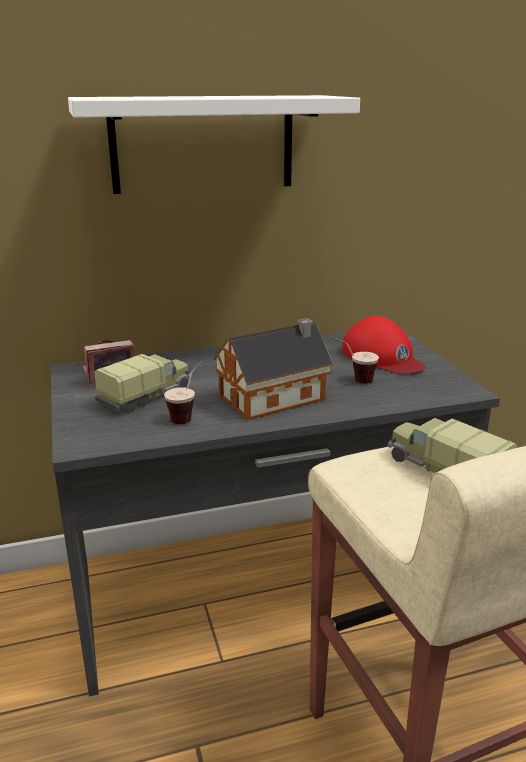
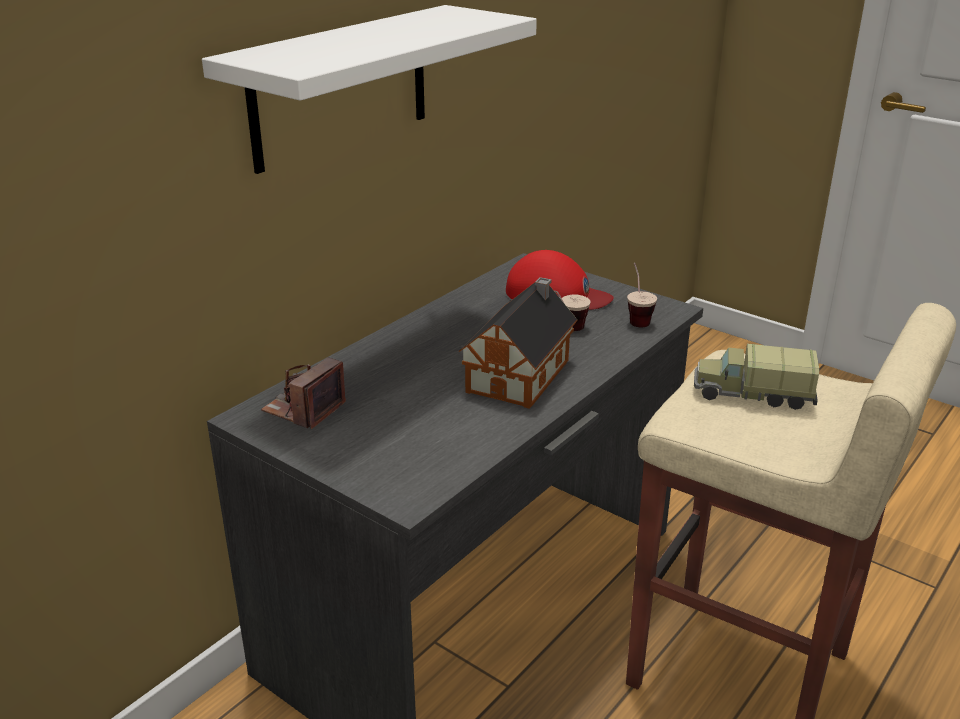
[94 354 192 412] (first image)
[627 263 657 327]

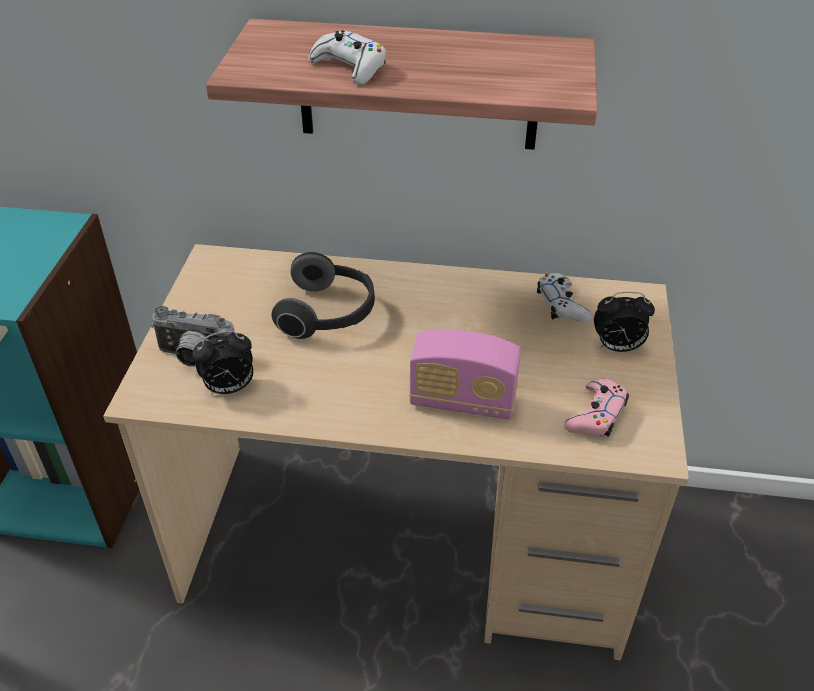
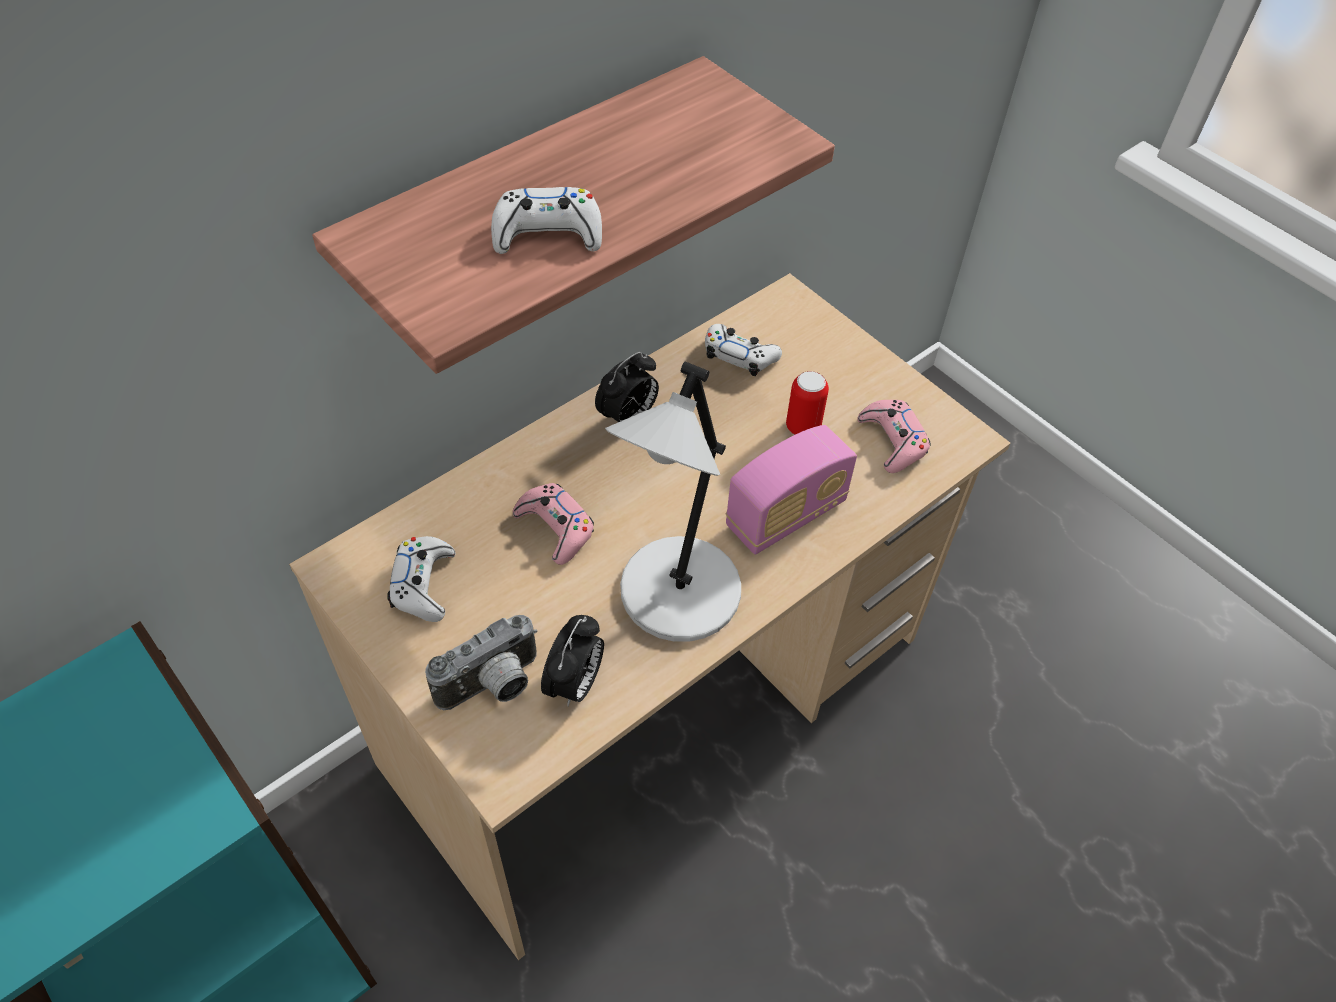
[513 483 594 565]
[595 352 659 423]
[387 536 456 622]
[605 362 741 642]
[786 371 829 435]

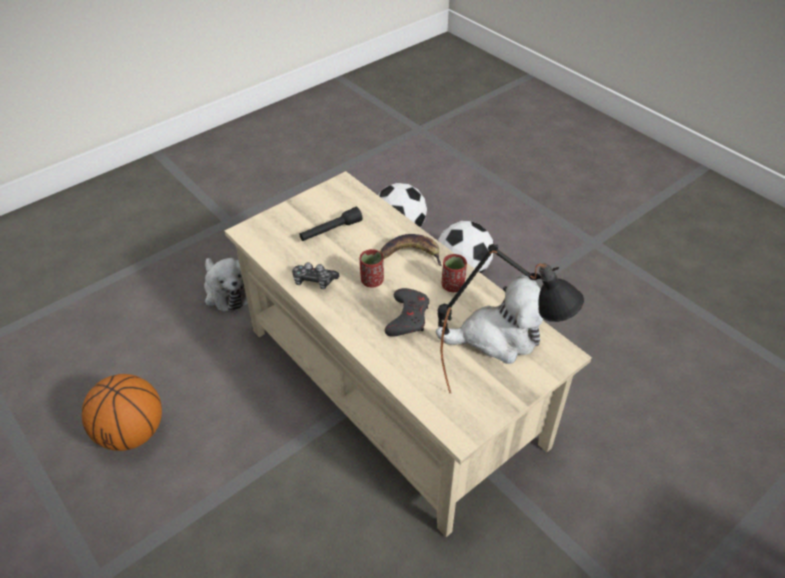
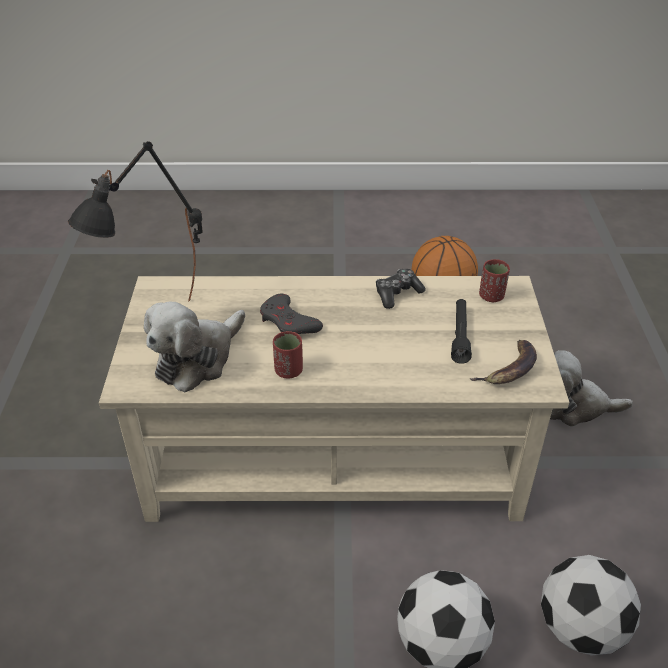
[479 259 510 302]
[469 340 537 384]

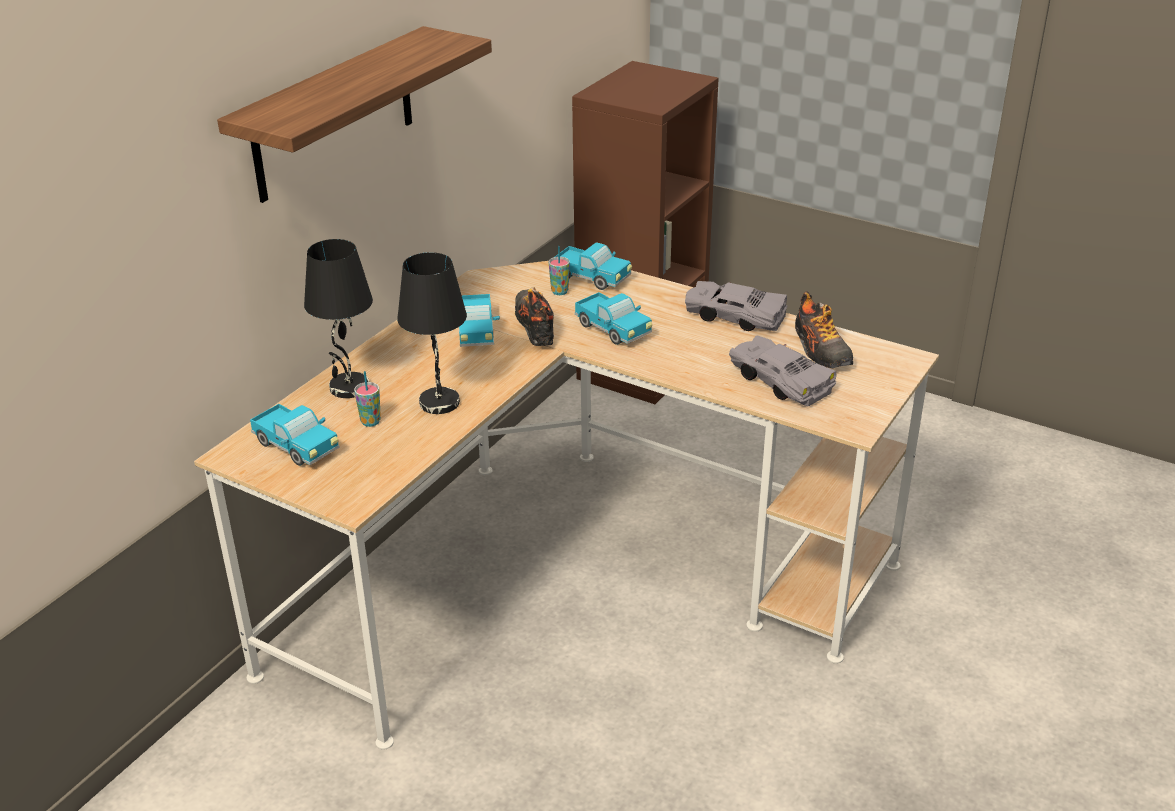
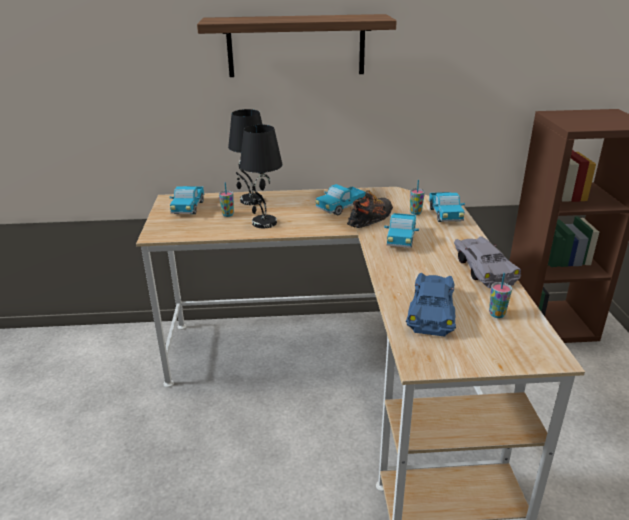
[406 273 456 337]
[489 273 512 318]

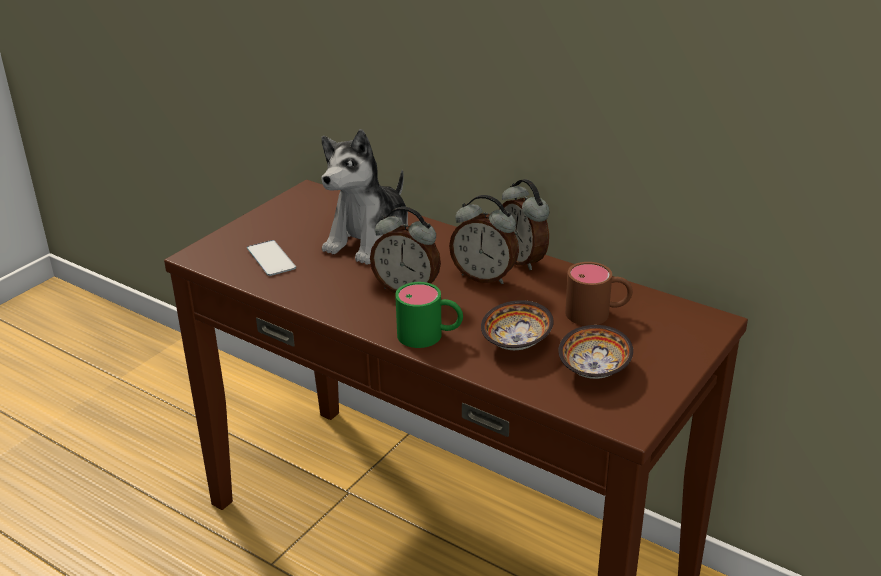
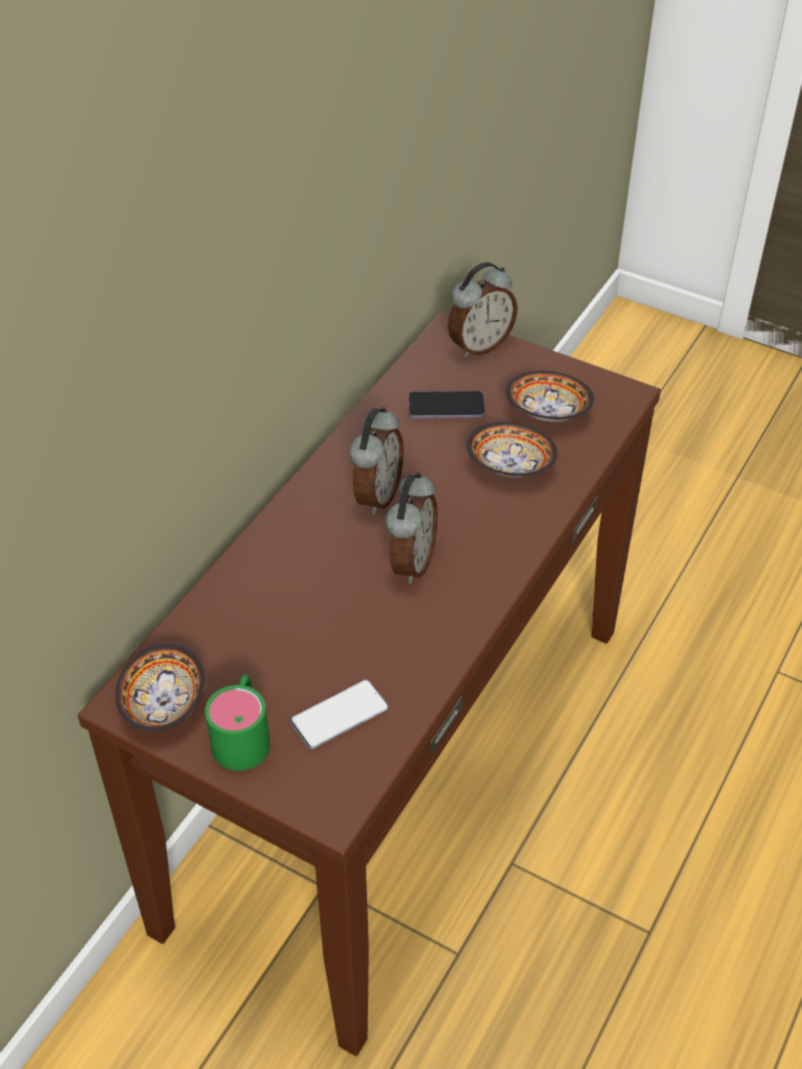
[322 129 408 265] (first image)
[205 675 270 771]
[448 262 518 358]
[408 391 485 418]
[115 644 205 732]

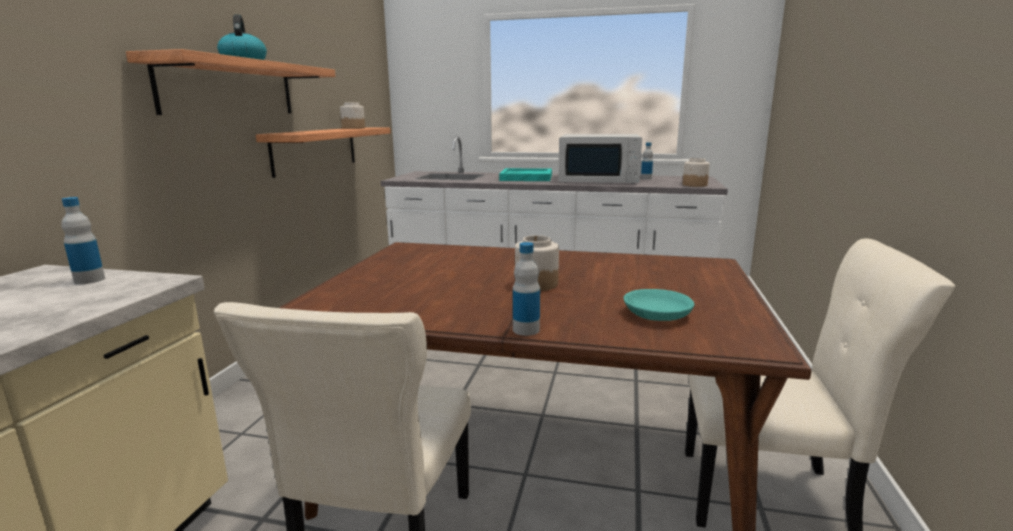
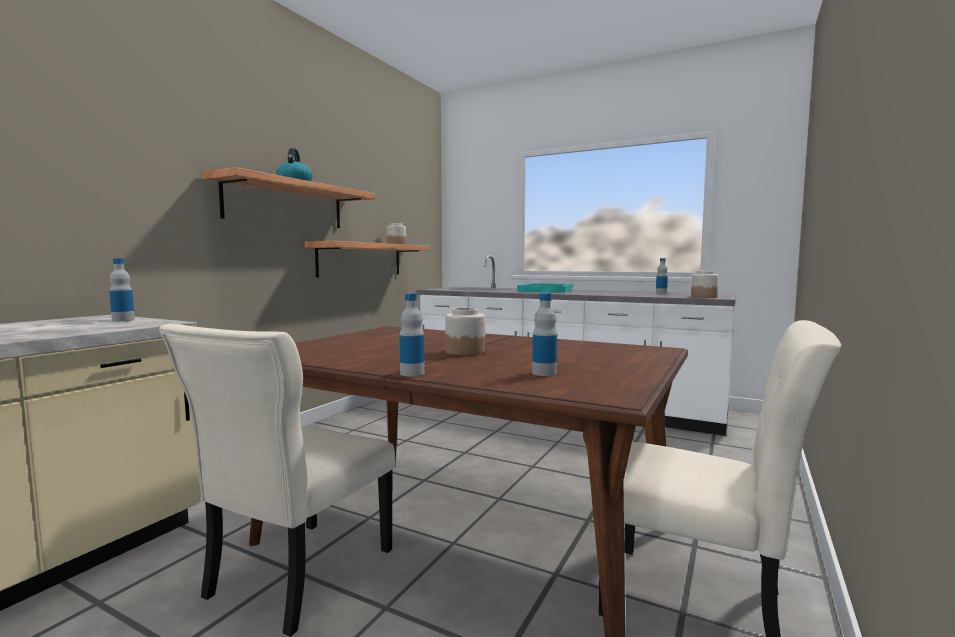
[558 134 642 184] (first image)
[532 293 557 376]

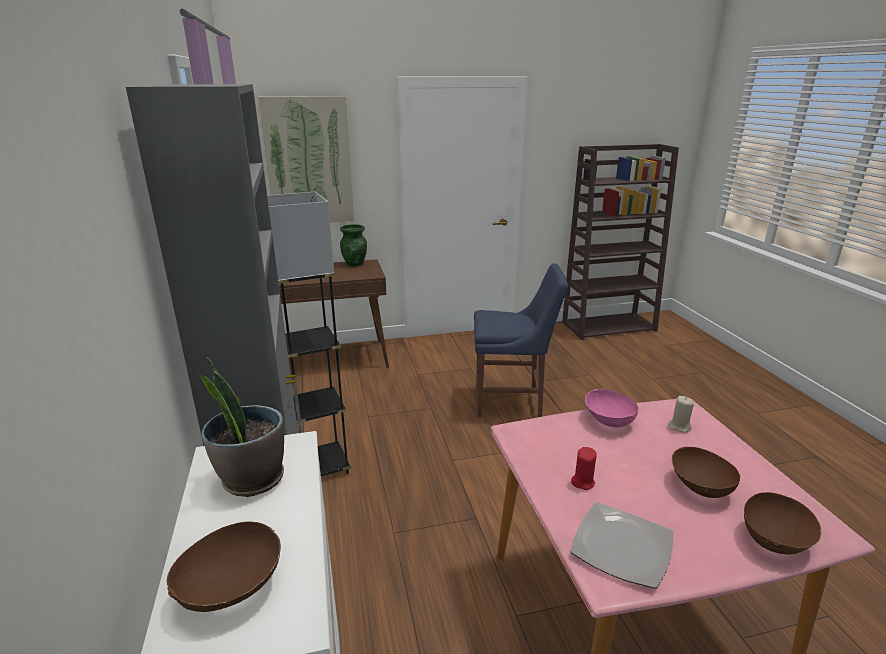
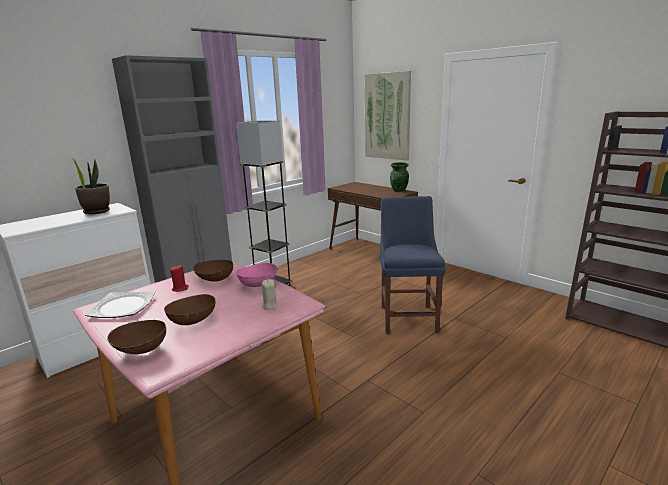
[193 260 233 282]
[380 196 446 334]

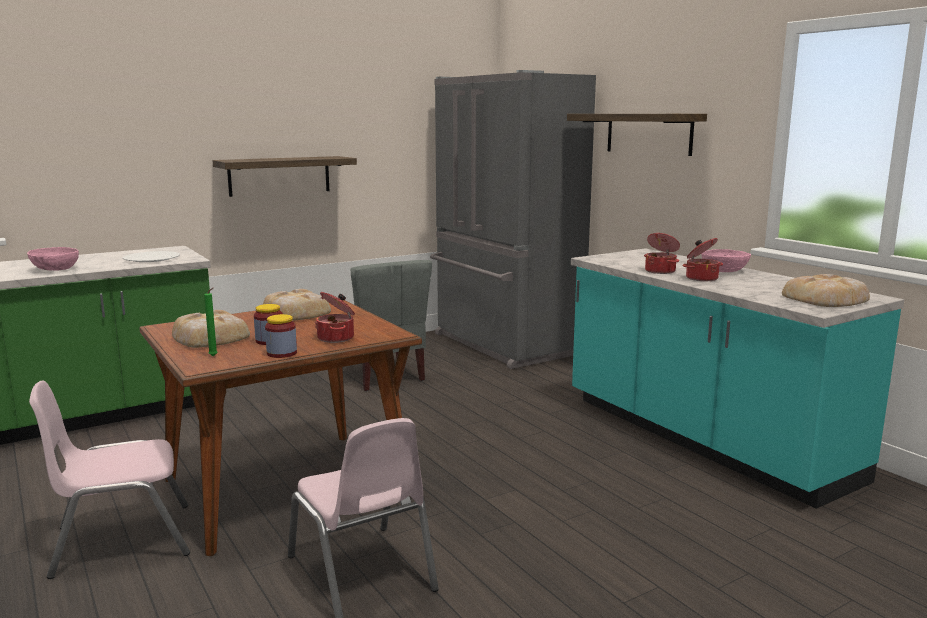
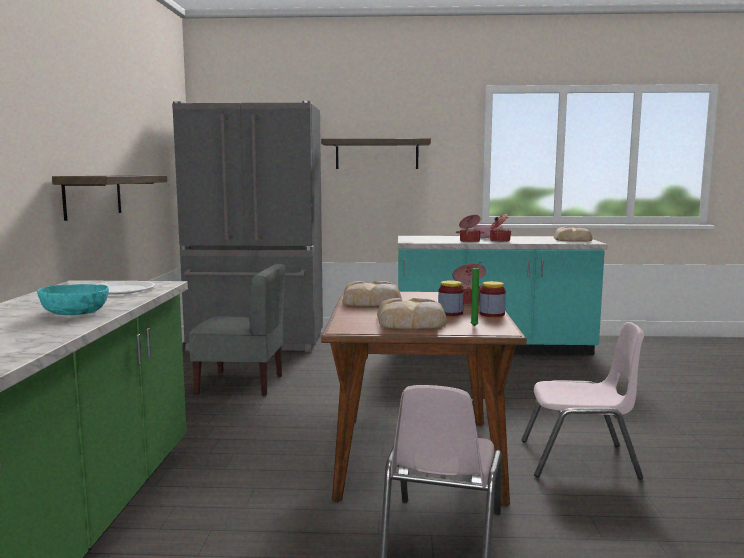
[37 284 109 315]

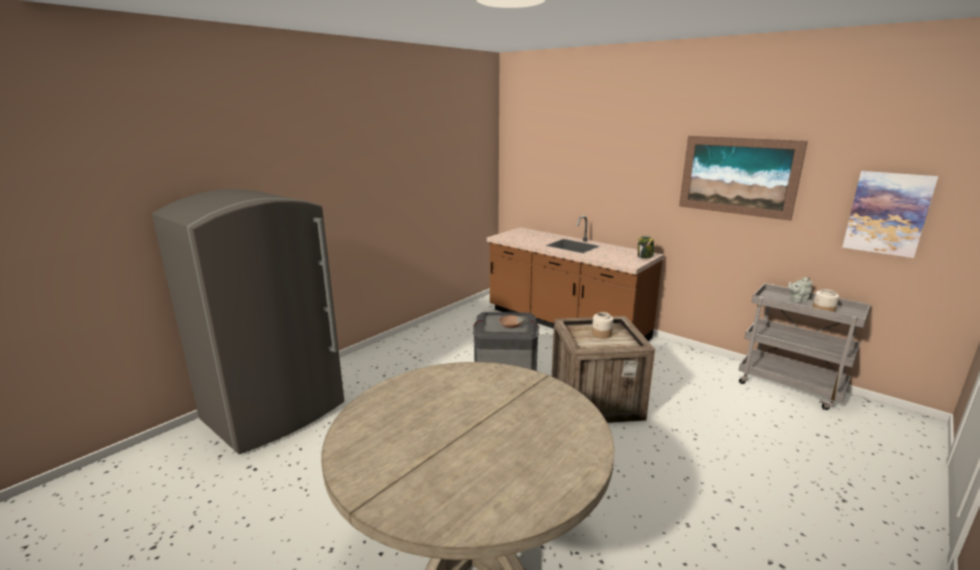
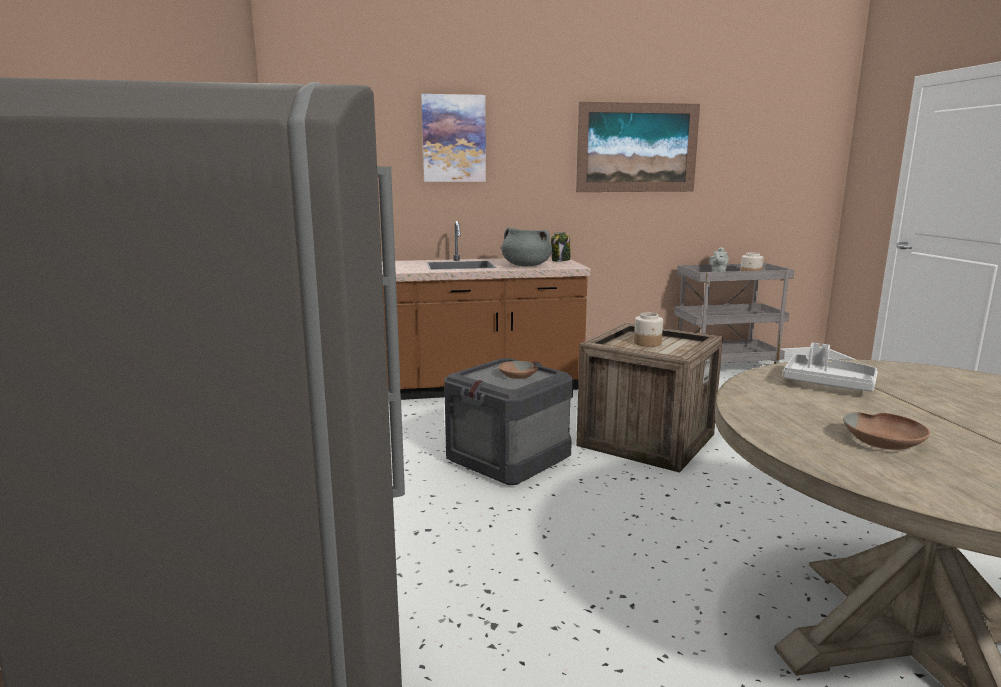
[421 94 486 182]
[501 227 552 267]
[783 343 878 392]
[843 412 930 450]

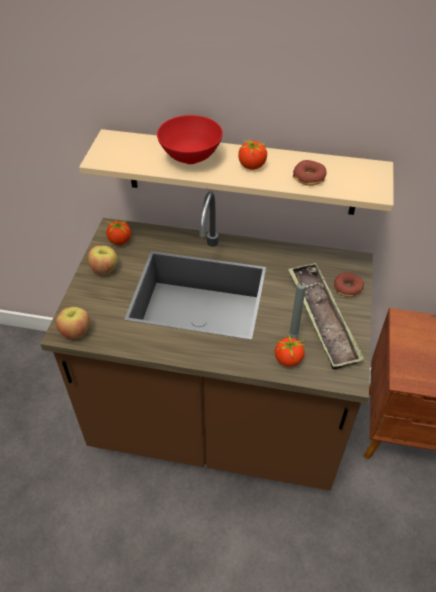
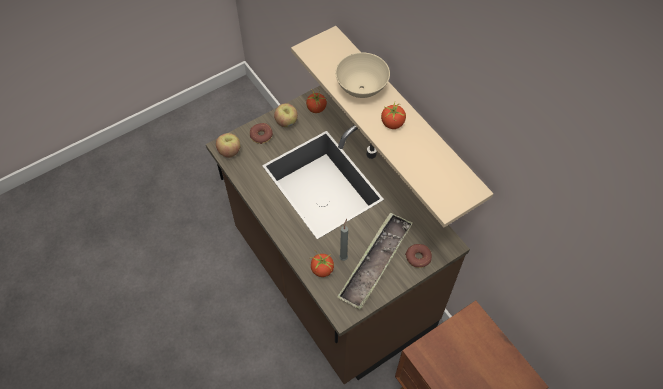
[335 52 390 98]
[250 123 273 144]

